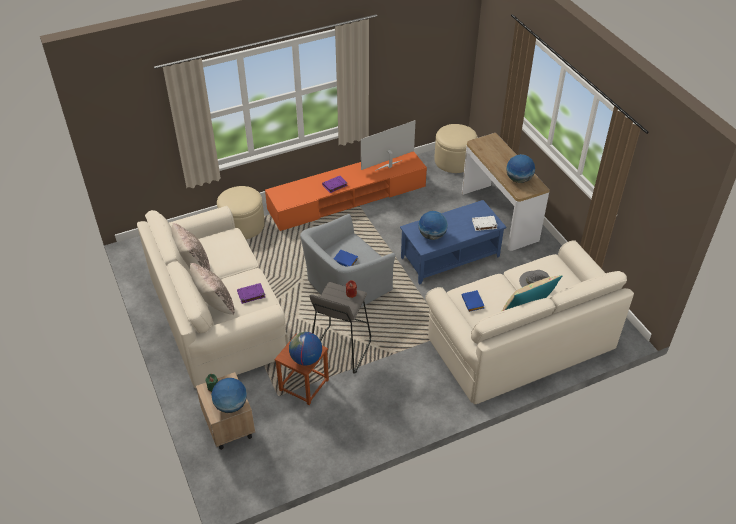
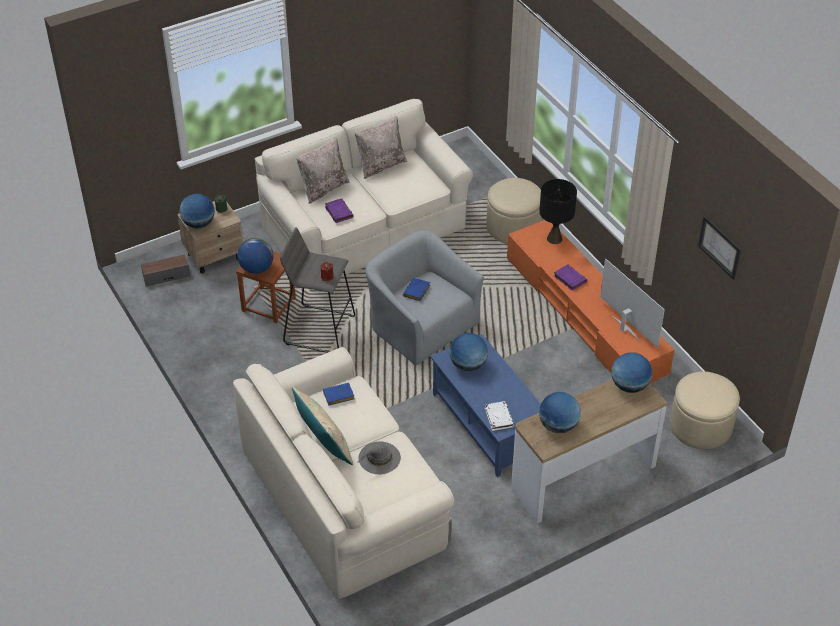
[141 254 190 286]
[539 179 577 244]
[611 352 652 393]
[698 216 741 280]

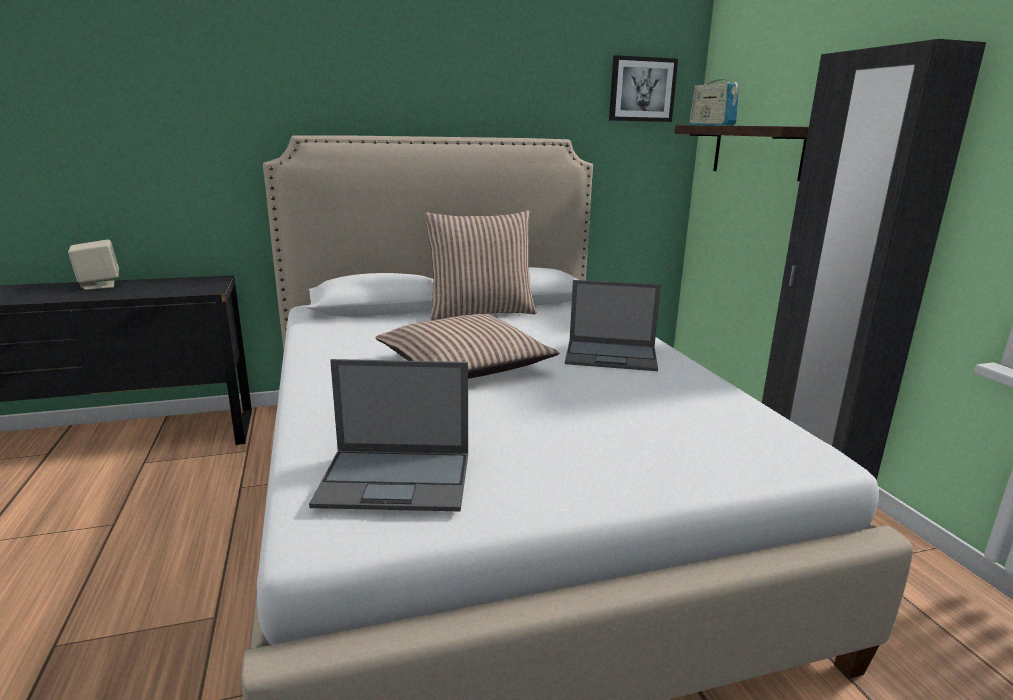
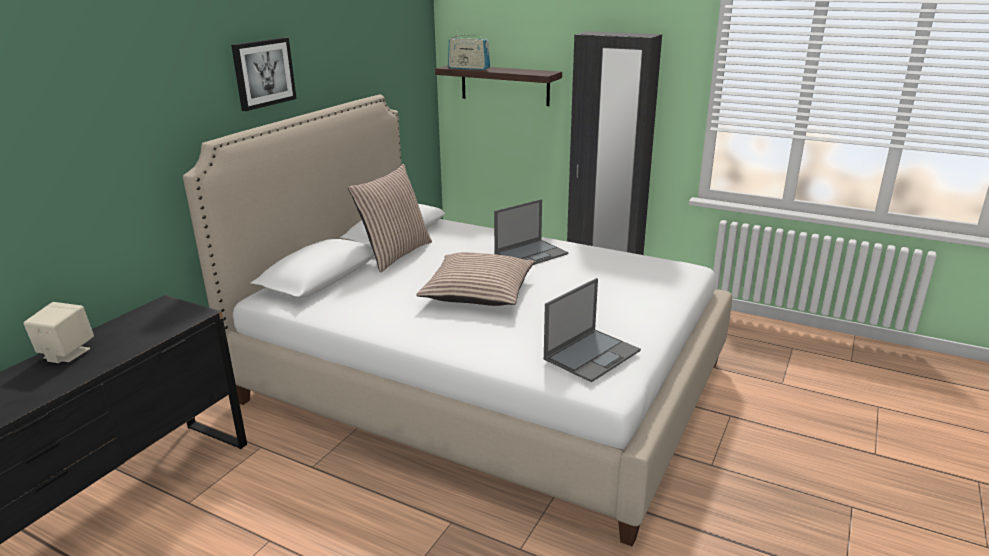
[231 37 297 111]

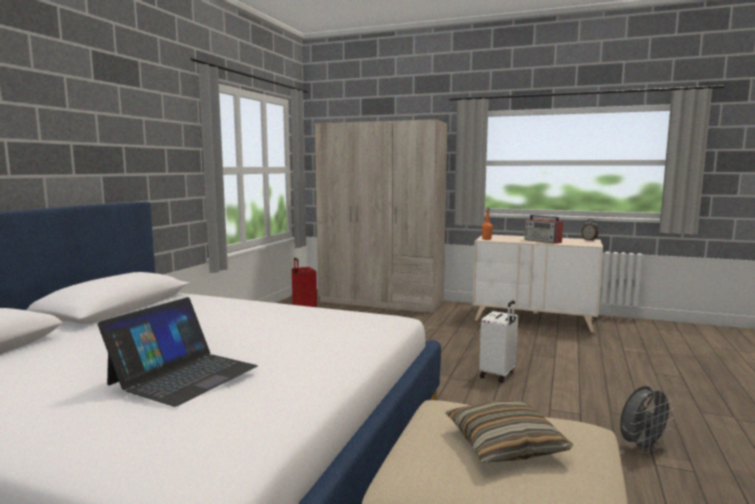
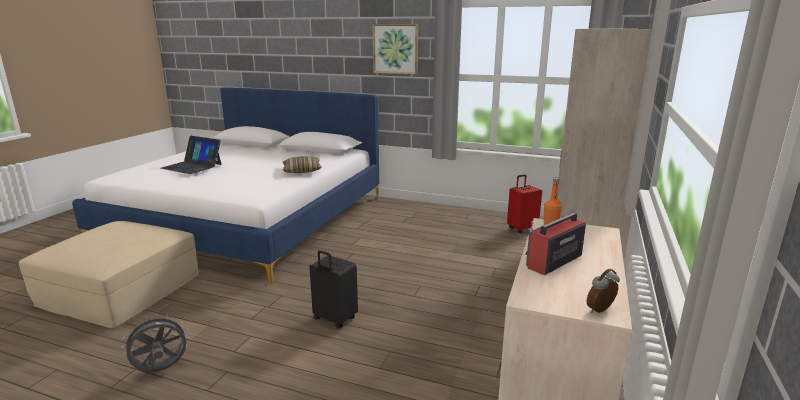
[283 156 322 173]
[309 250 358 328]
[122 314 189 372]
[372 24 418 74]

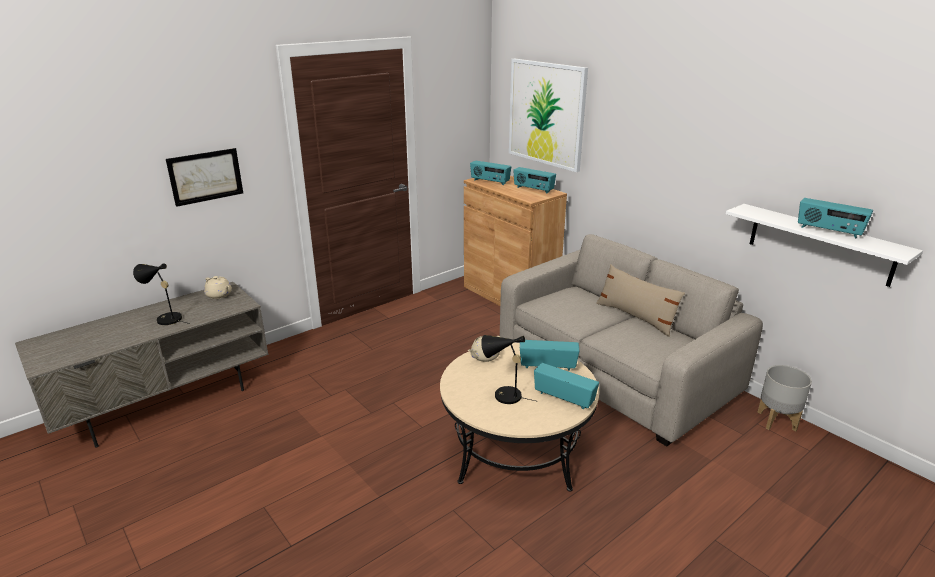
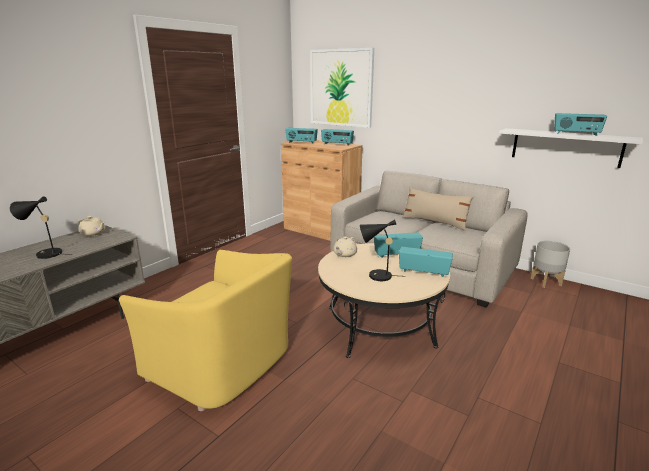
[166 148 243 207] (first image)
[119 250 292 411]

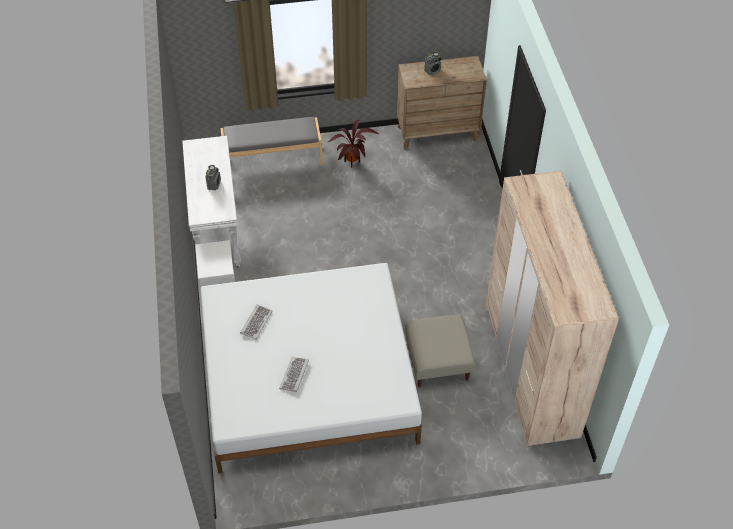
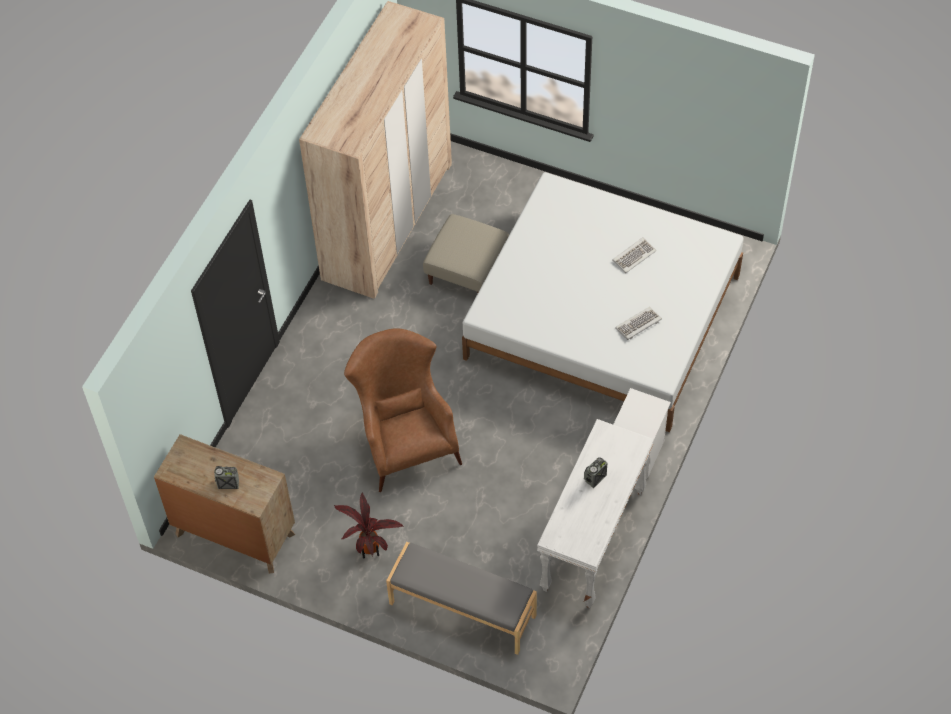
[344 328 462 492]

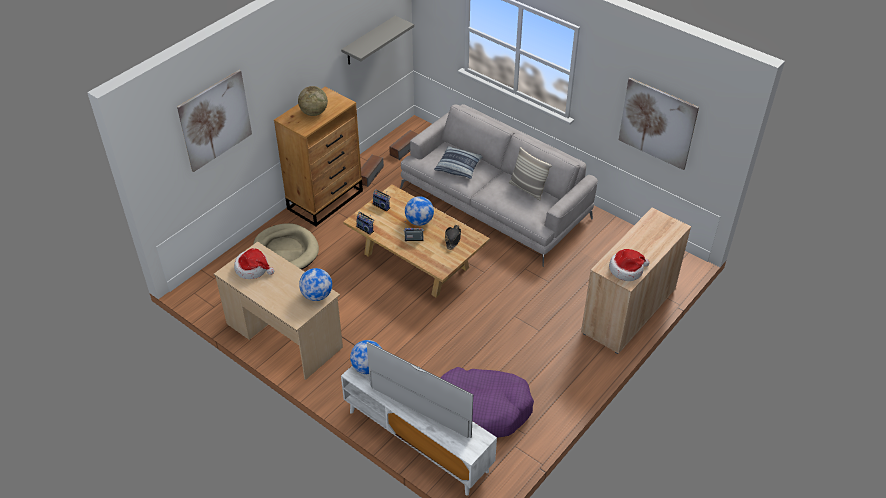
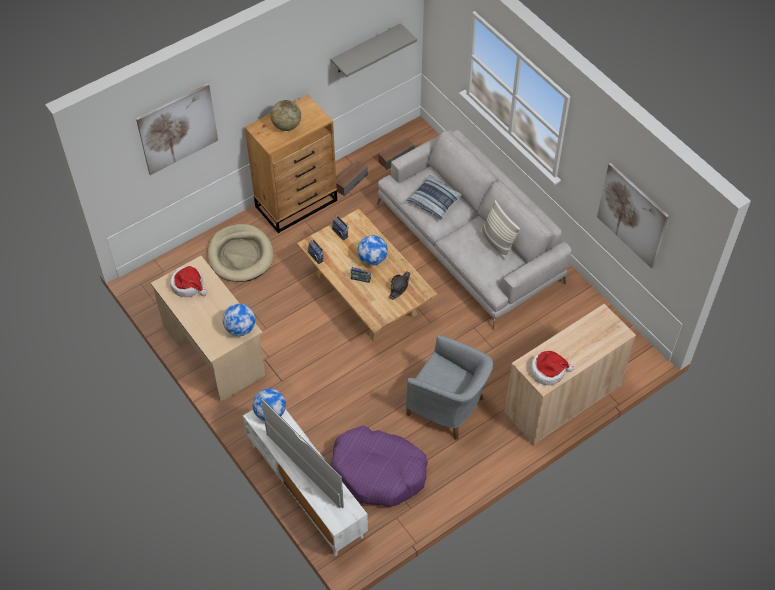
[406 335 493 440]

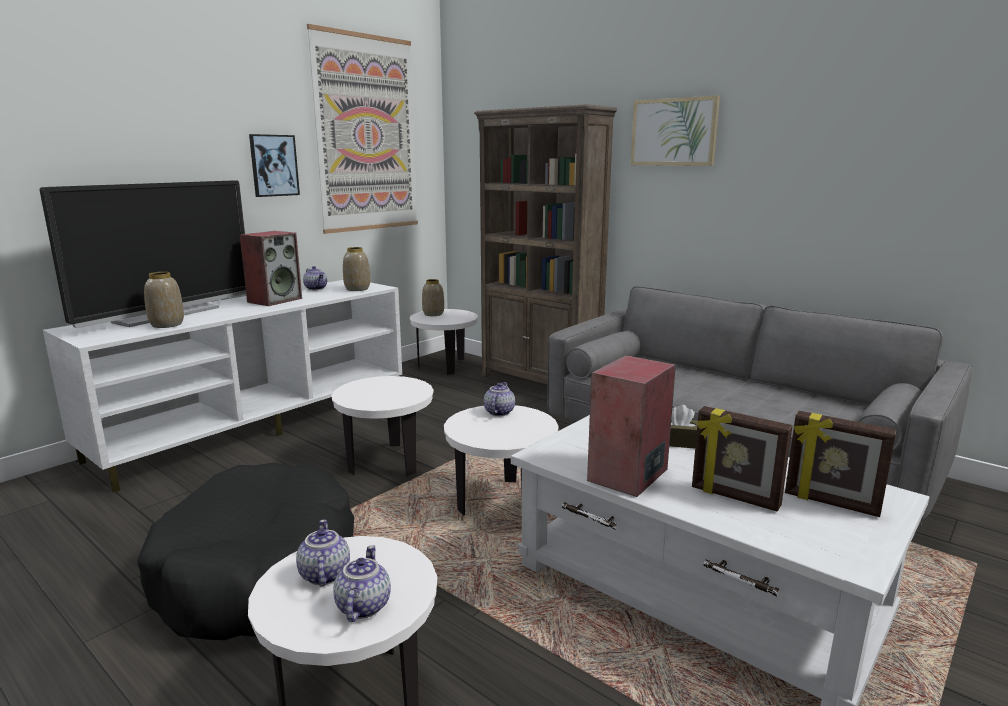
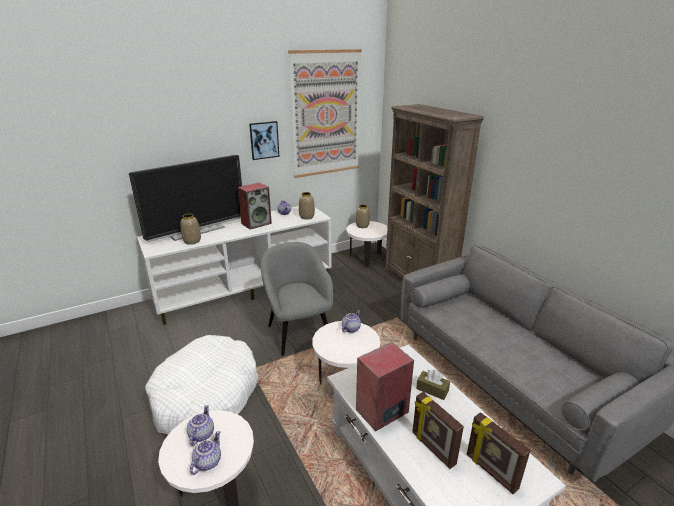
[145 335 258 435]
[261 242 333 356]
[631 96 720 166] (first image)

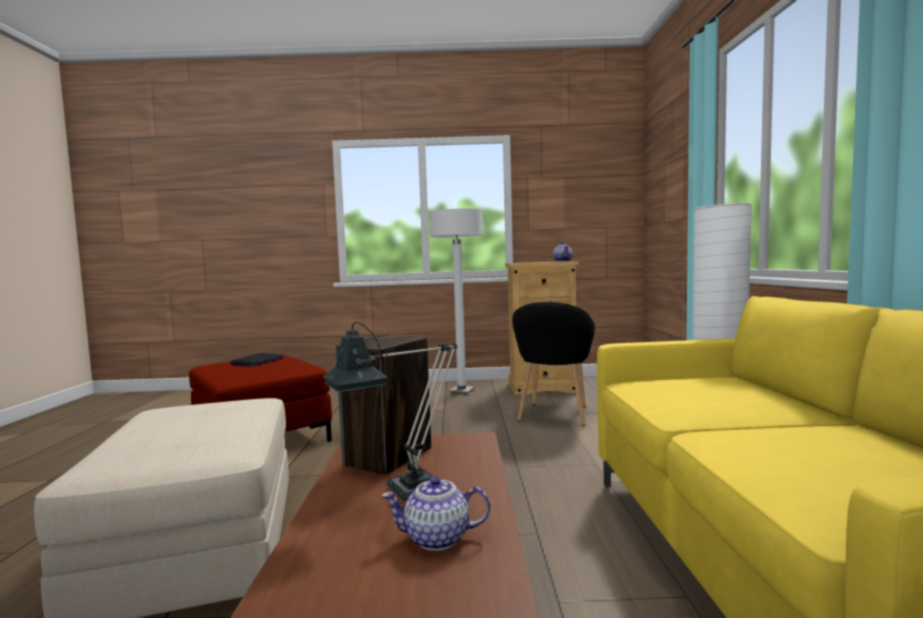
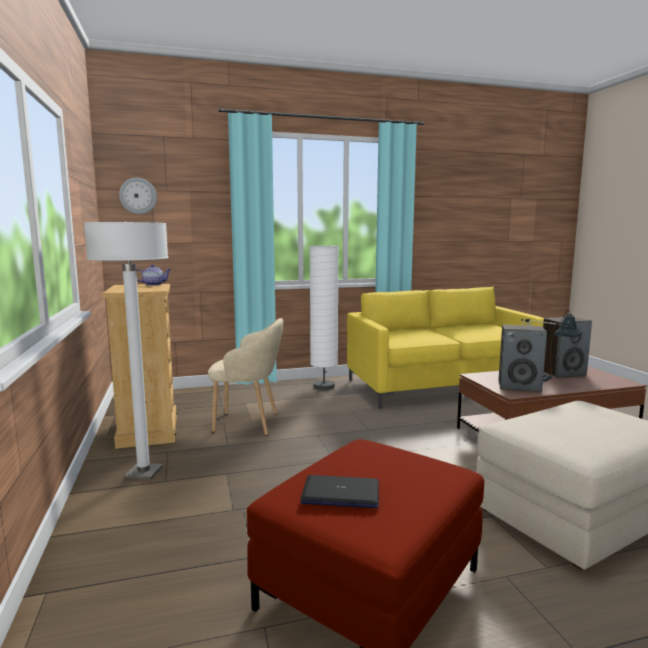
[543 317 592 378]
[208 318 283 435]
[119 178 157 214]

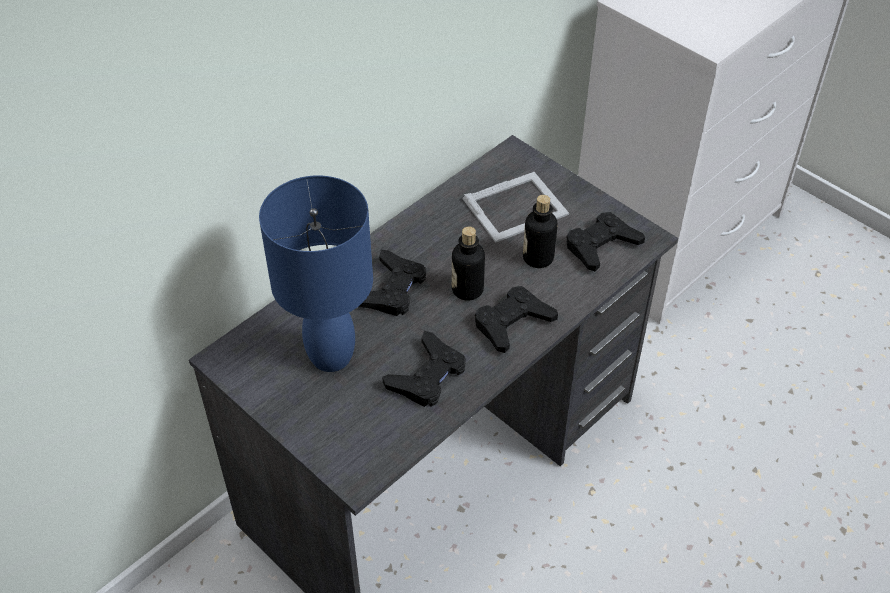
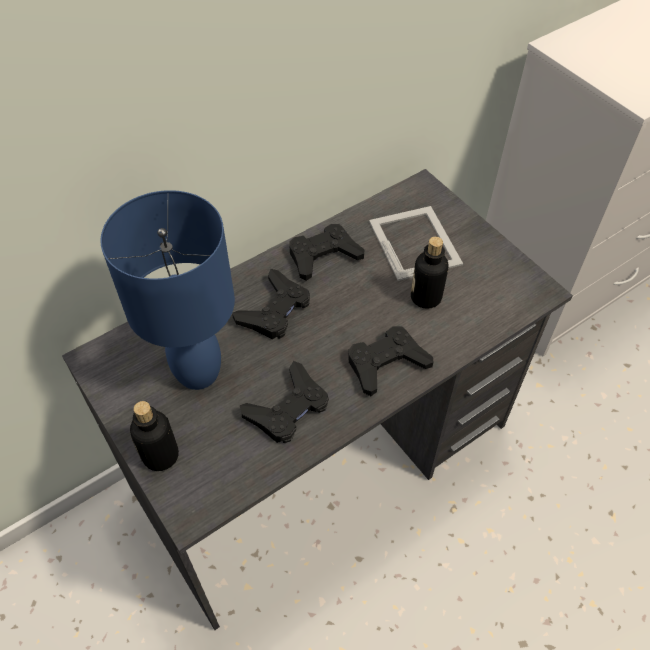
[130 401 179 471]
[369 206 463 281]
[289 224 365 281]

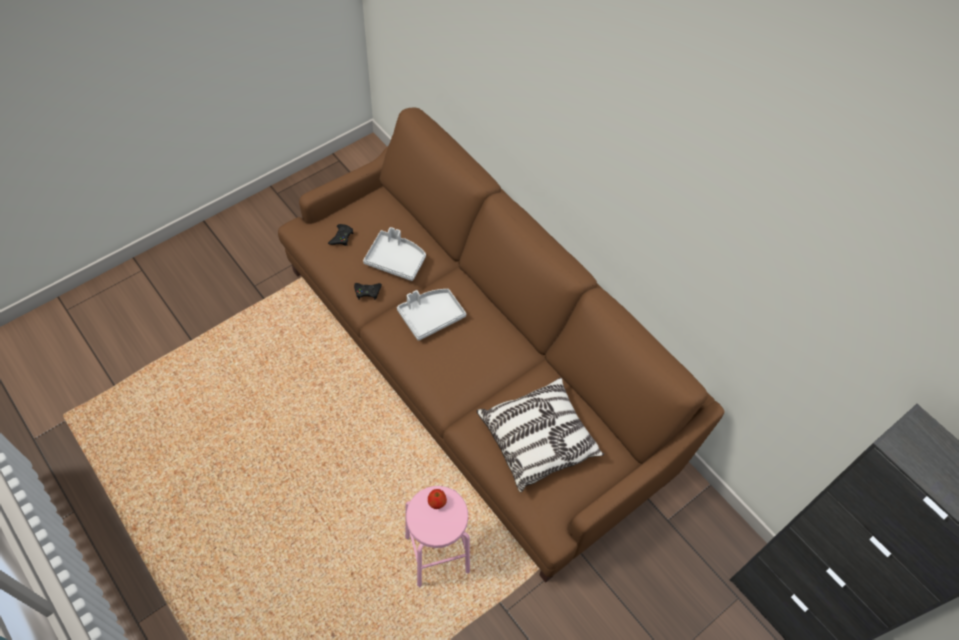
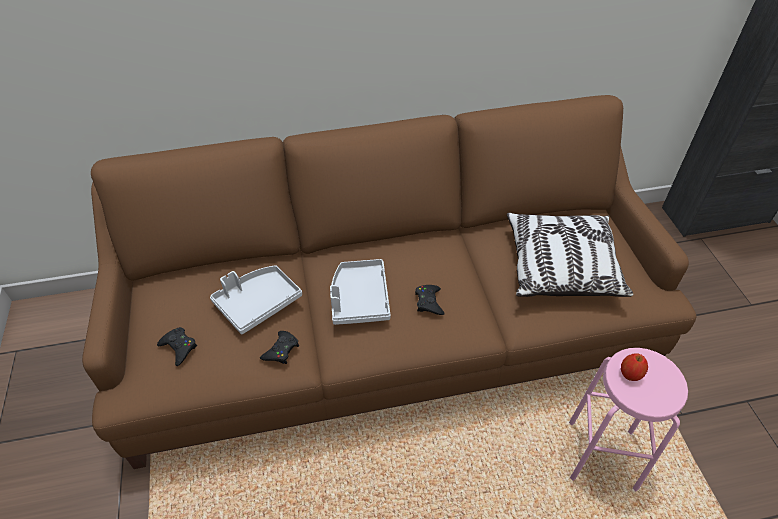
[415 285 445 315]

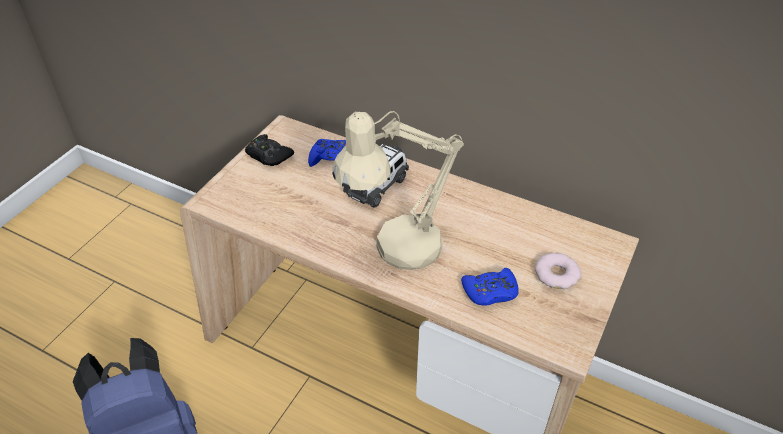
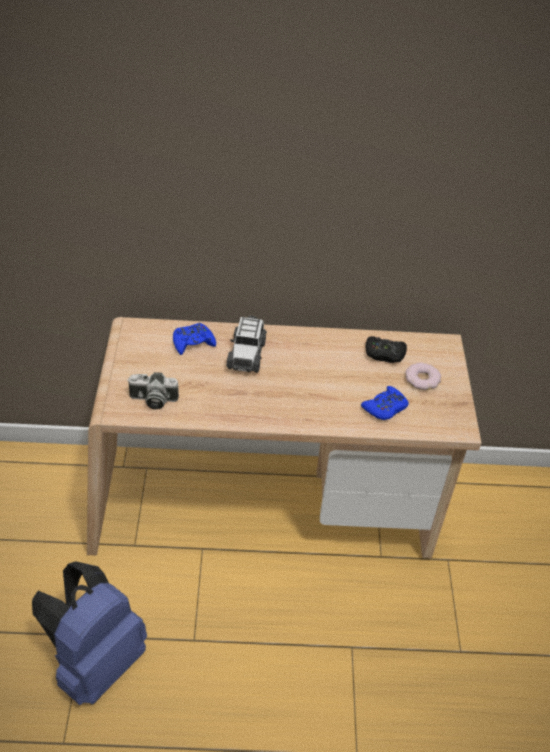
[366 336 407 363]
[332 111 464 270] (first image)
[127 372 179 409]

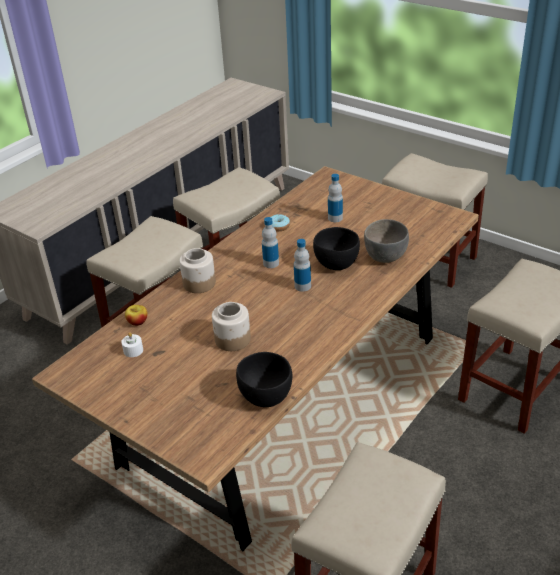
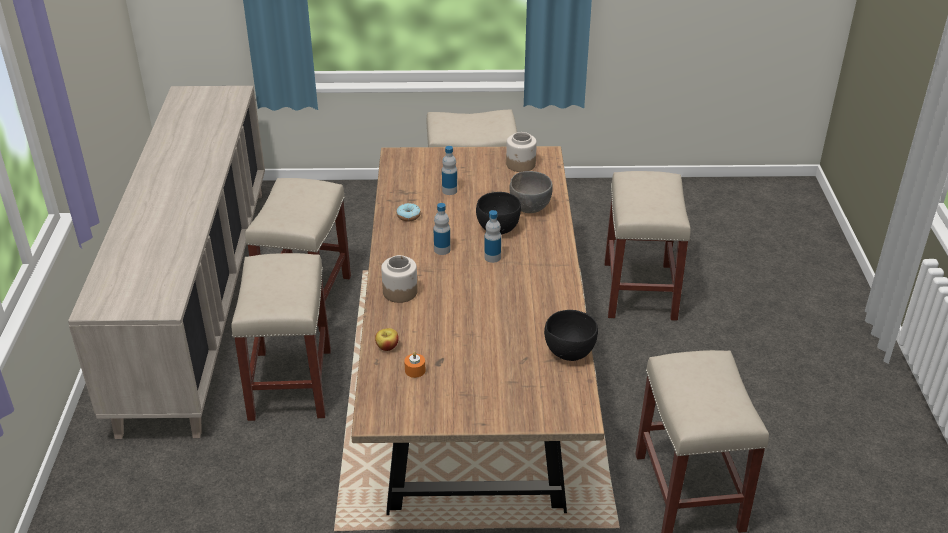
[404 352 426 378]
[506 132 537 172]

